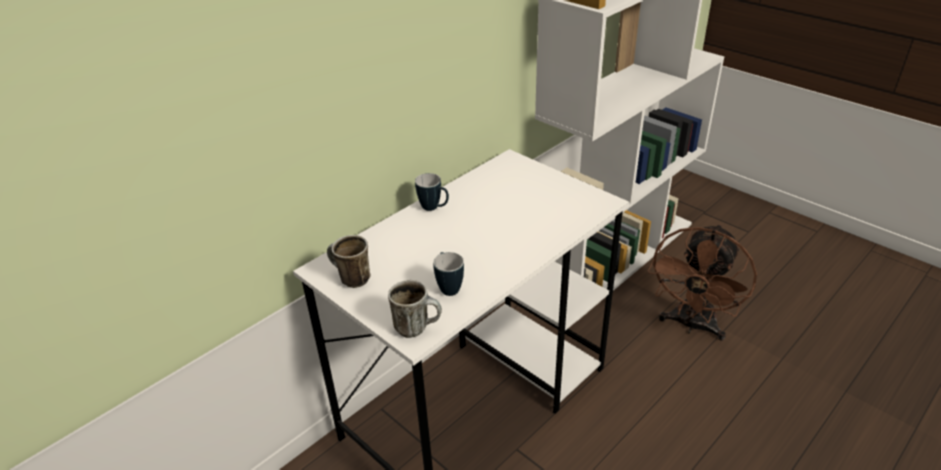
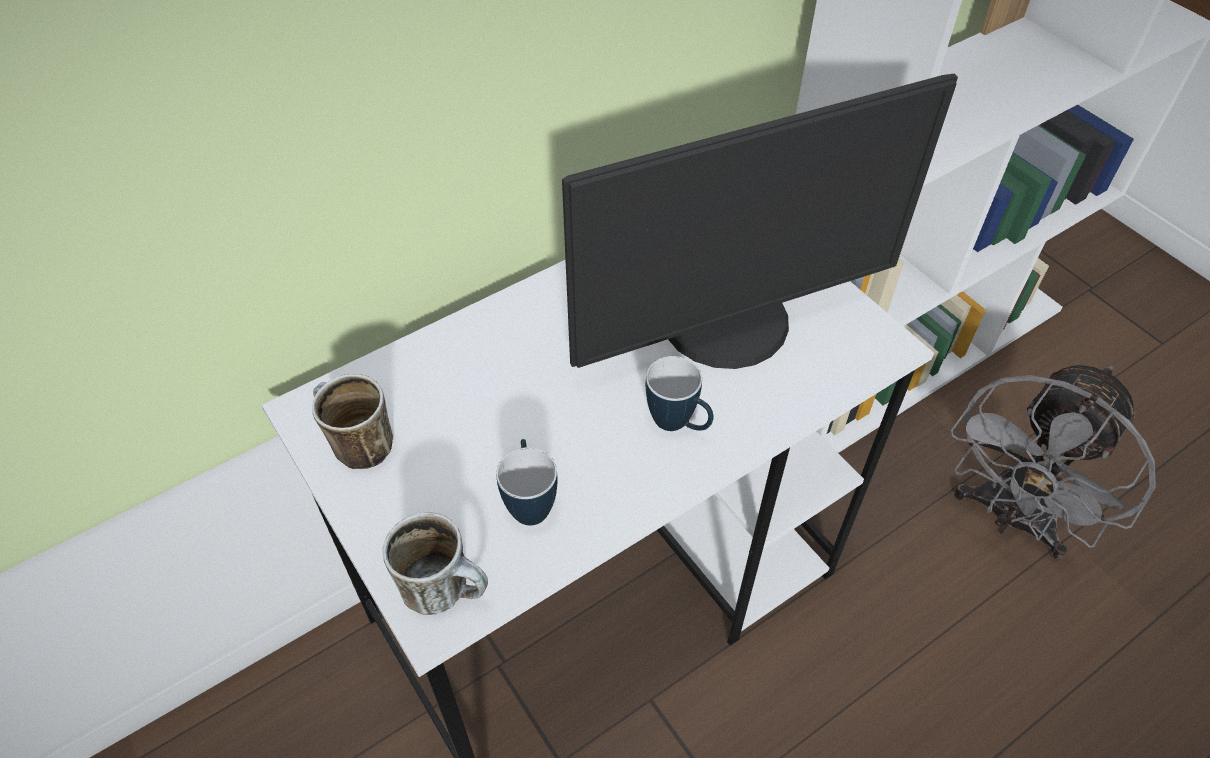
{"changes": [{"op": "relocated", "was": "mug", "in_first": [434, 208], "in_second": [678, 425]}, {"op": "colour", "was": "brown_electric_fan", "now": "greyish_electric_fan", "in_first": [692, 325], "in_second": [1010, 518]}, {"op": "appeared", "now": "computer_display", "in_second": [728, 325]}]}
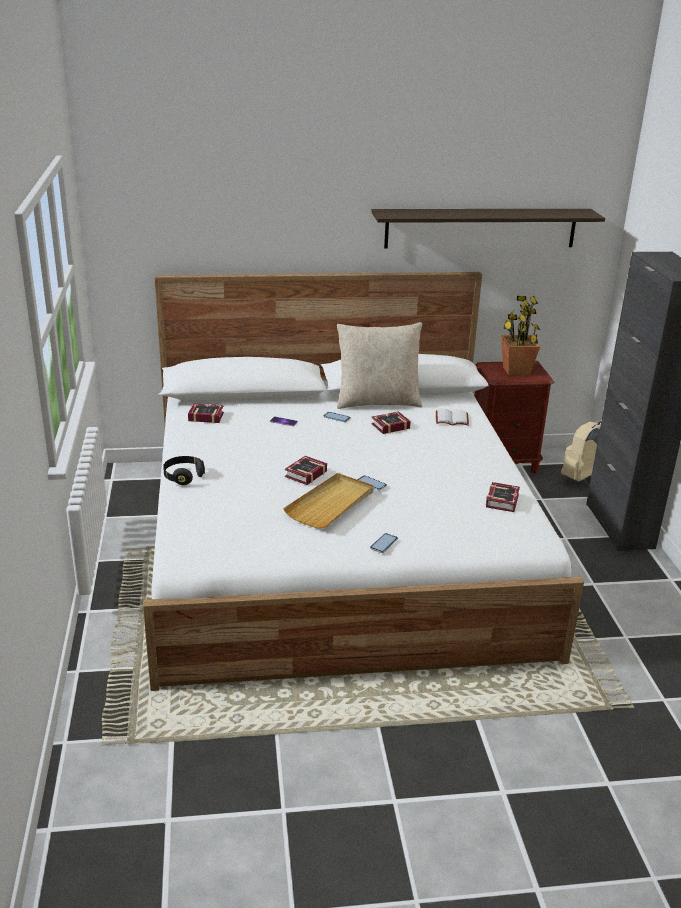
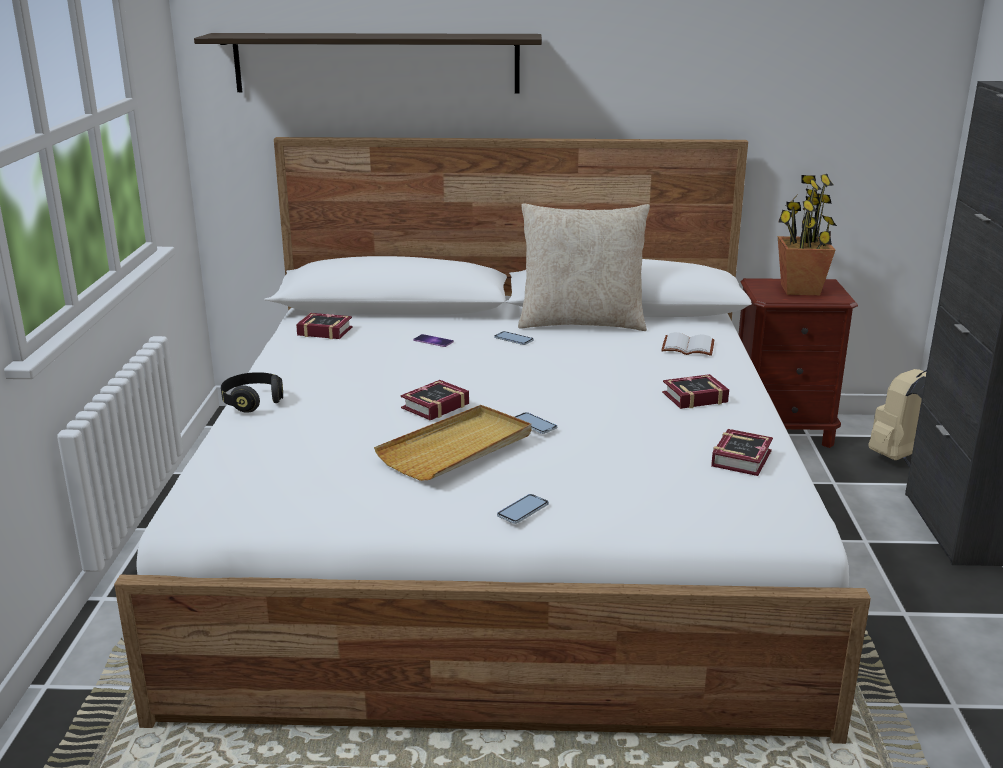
{"changes": [{"op": "relocated", "was": "shelf", "in_first": [481, 228], "in_second": [376, 63]}, {"op": "relocated", "was": "bound_book", "in_first": [388, 426], "in_second": [691, 397]}]}
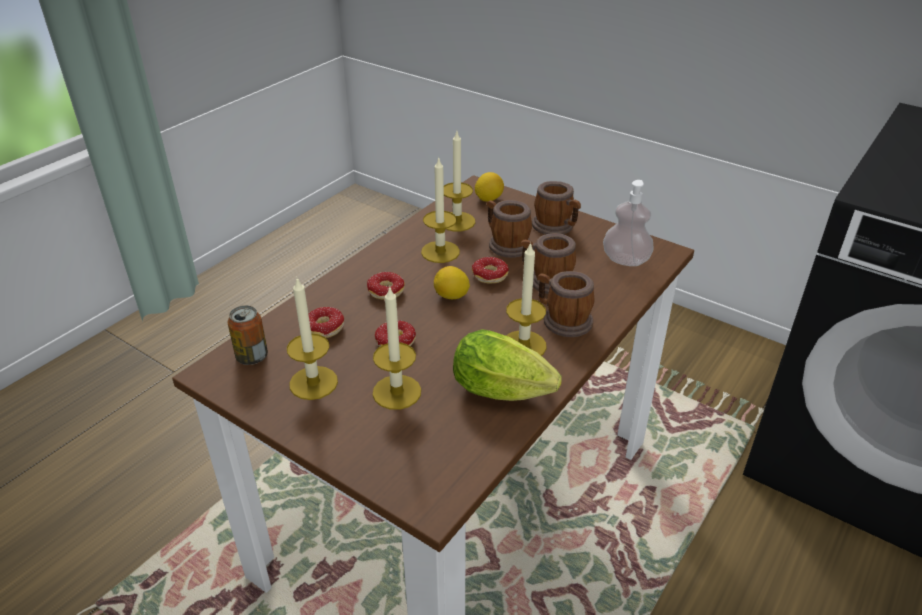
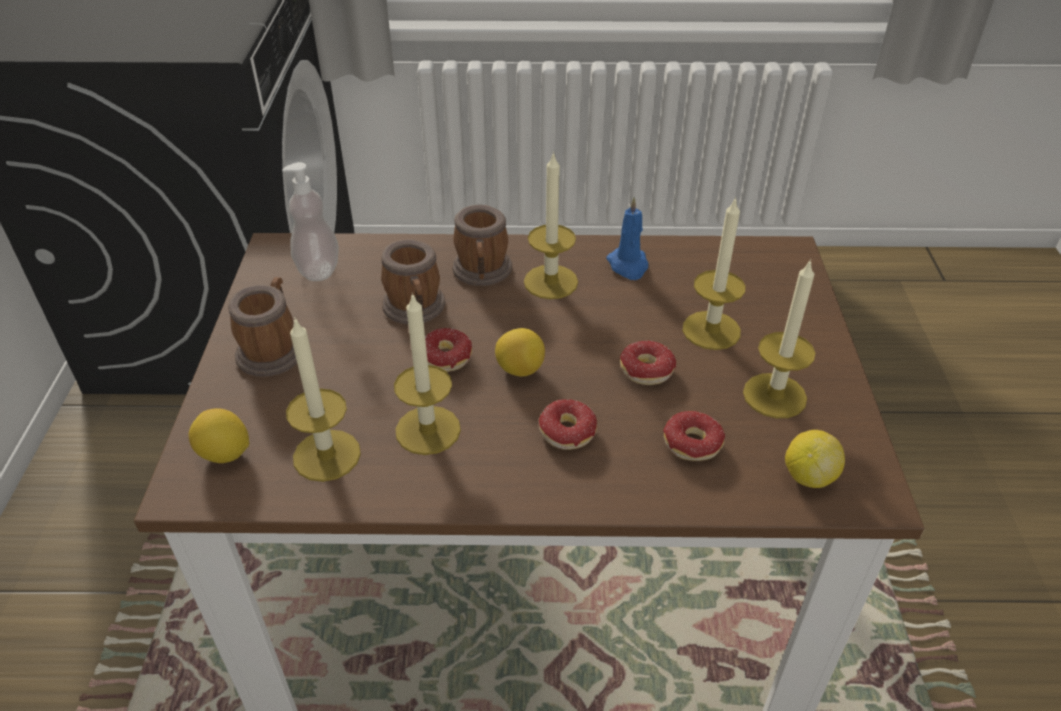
{"changes": [{"op": "missing", "was": "mug", "in_first": [506, 244]}, {"op": "exchanged", "was": "sealed_can", "now": "citrus_fruit", "in_first": [252, 357], "in_second": [808, 476]}, {"op": "exchanged", "was": "head_of_lettuce", "now": "blue-coloured_candle", "in_first": [507, 392], "in_second": [628, 266]}]}
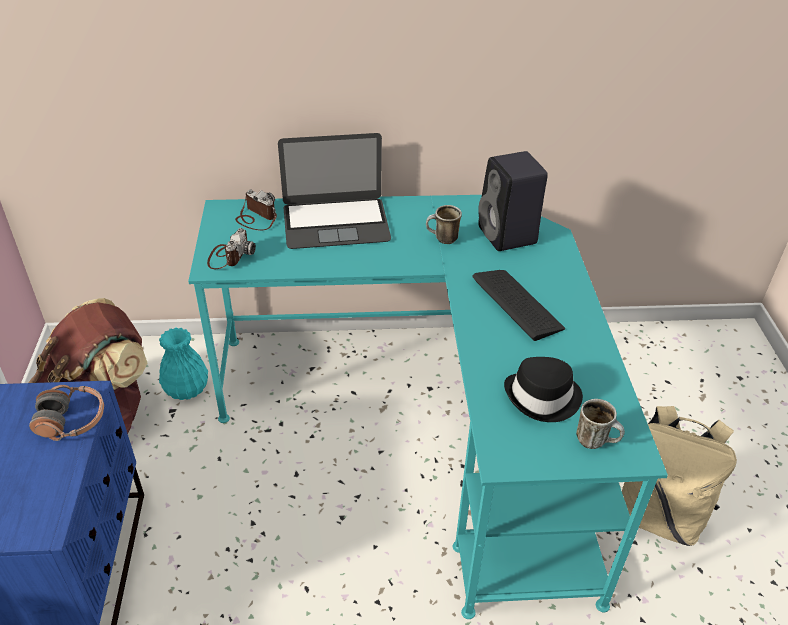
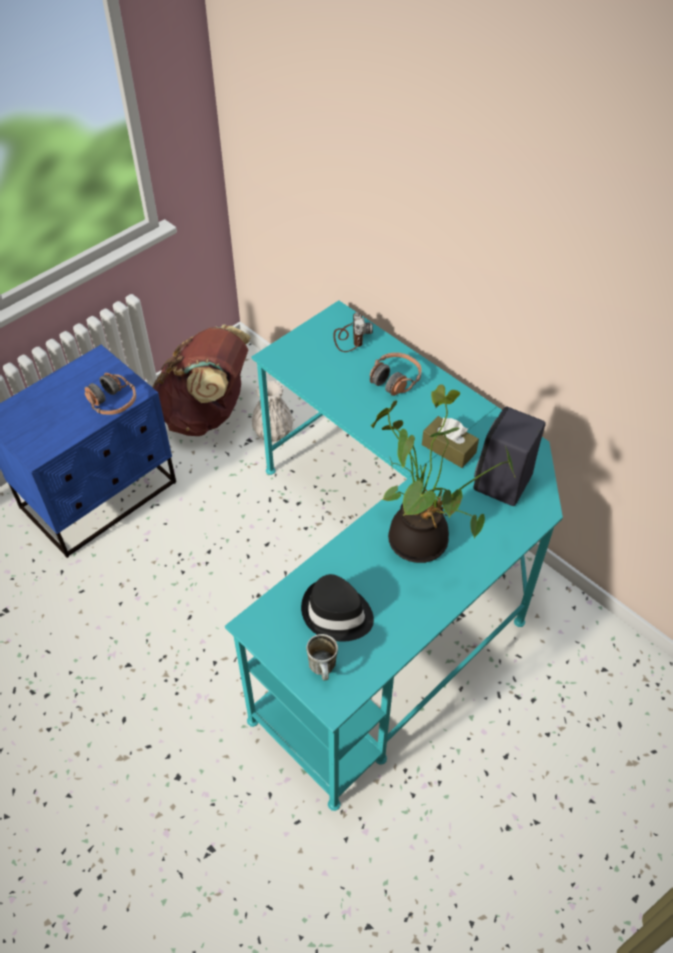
{"changes": [{"op": "exchanged", "was": "notebook_computer", "now": "headphones", "in_first": [336, 223], "in_second": [395, 379]}, {"op": "exchanged", "was": "mug", "now": "brown_tissue_holder", "in_first": [442, 239], "in_second": [448, 448]}, {"op": "missing", "was": "still_camera", "in_first": [229, 256]}, {"op": "exchanged", "was": "PC_keyboard", "now": "potted_plant", "in_first": [517, 304], "in_second": [423, 539]}, {"op": "colour", "was": "turquoise-coloured_flower_vase", "now": "white-coloured_flower_vase", "in_first": [187, 389], "in_second": [273, 432]}, {"op": "missing", "was": "beige_knapsack", "in_first": [658, 514]}]}
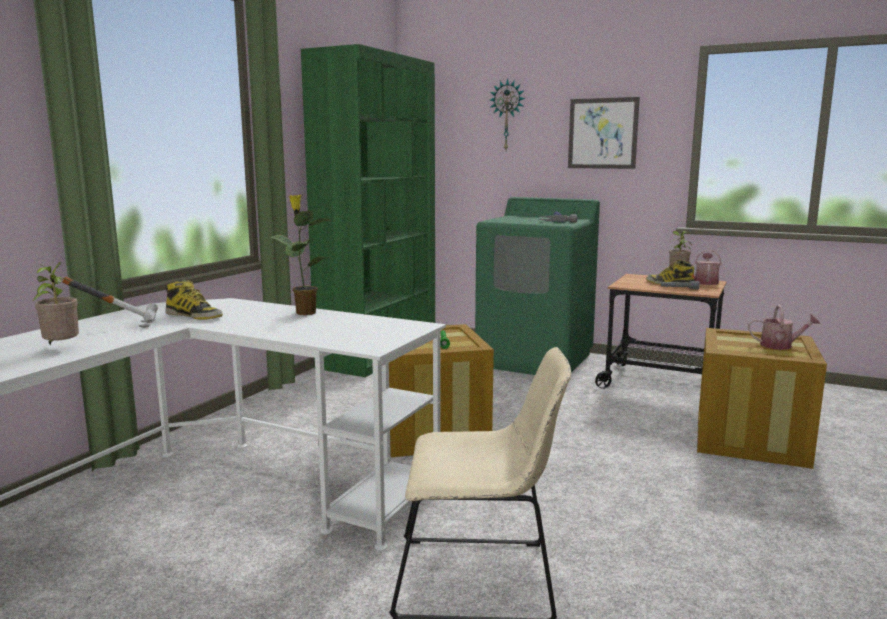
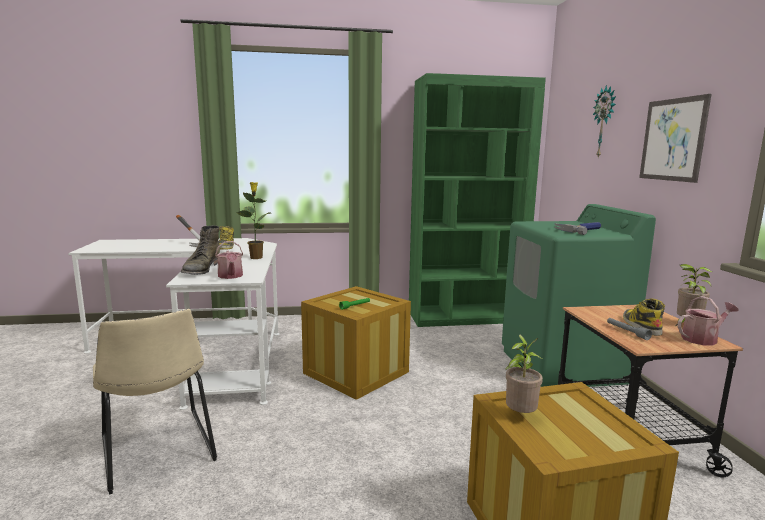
{"changes": [{"op": "relocated", "was": "potted_plant", "in_first": [61, 348], "in_second": [520, 415]}, {"op": "relocated", "was": "watering_can", "in_first": [780, 346], "in_second": [231, 276]}, {"op": "appeared", "now": "greenish_high-top_boot", "in_second": [201, 269]}]}
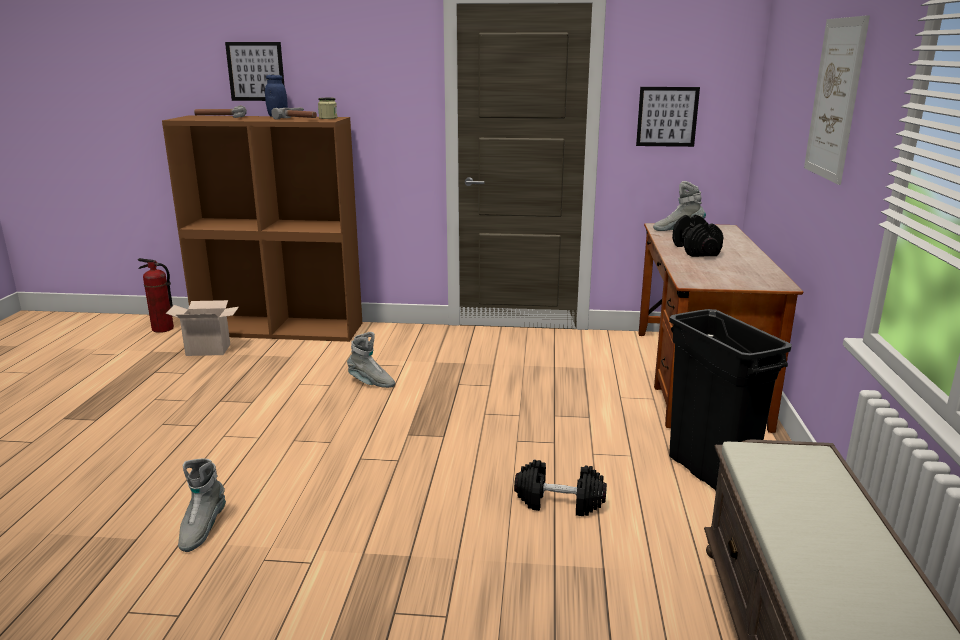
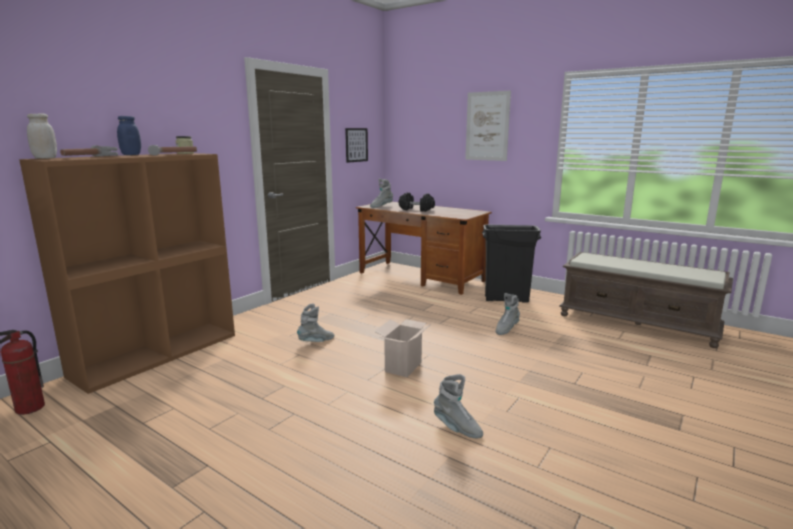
{"changes": [{"op": "missing", "was": "wall_art", "in_first": [256, 71]}, {"op": "relocated", "was": "cardboard_box", "in_first": [210, 349], "in_second": [403, 366]}, {"op": "exchanged", "was": "black-coloured_hand_weight", "now": "greyish_high-top_boot", "in_first": [559, 502], "in_second": [506, 329]}, {"op": "appeared", "now": "white-coloured_storage_jar", "in_second": [45, 158]}]}
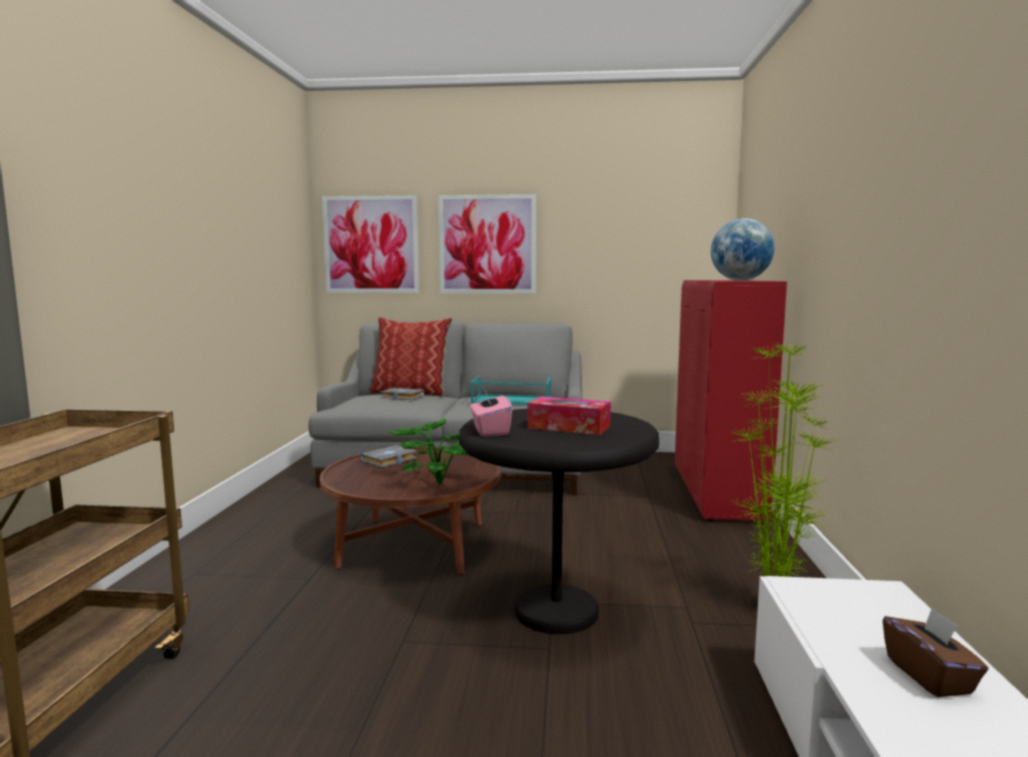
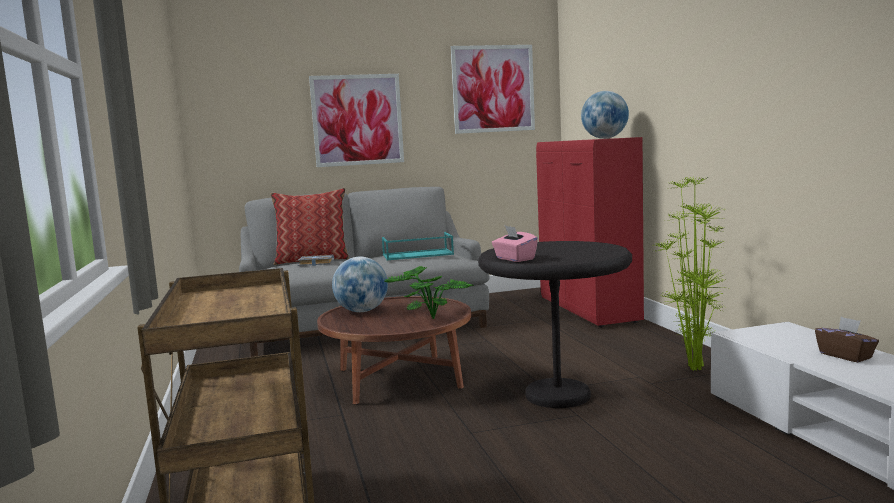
{"changes": [{"op": "relocated", "was": "wall_art", "in_first": [371, 245], "in_second": [493, 89]}, {"op": "missing", "was": "tissue_holder", "in_first": [569, 427]}, {"op": "exchanged", "was": "greyish_bound_book", "now": "globe", "in_first": [388, 461], "in_second": [362, 311]}]}
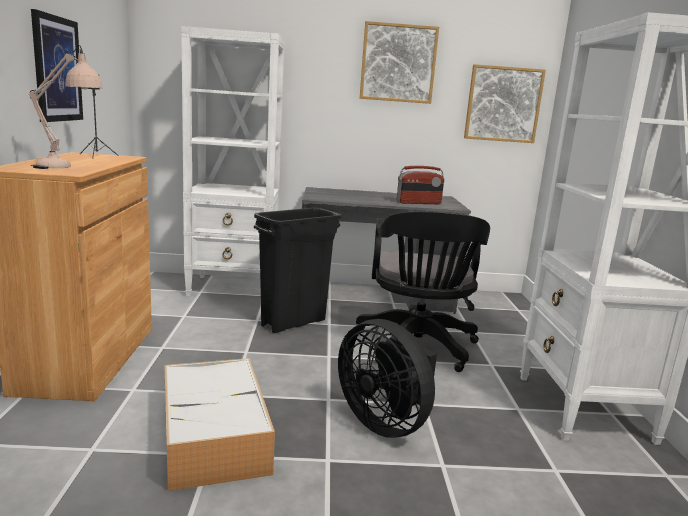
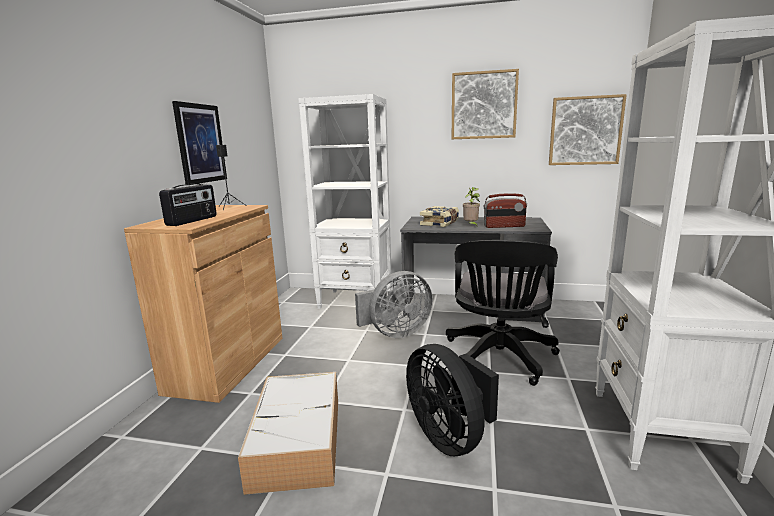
{"changes": [{"op": "exchanged", "was": "beige_tabletop_lamp", "now": "radio_receiver", "in_first": [69, 167], "in_second": [193, 221]}, {"op": "exchanged", "was": "black-coloured_trash_can", "now": "greyish_electric_fan", "in_first": [294, 323], "in_second": [395, 333]}, {"op": "appeared", "now": "potted_plant", "in_second": [471, 225]}, {"op": "appeared", "now": "bound_book", "in_second": [440, 223]}]}
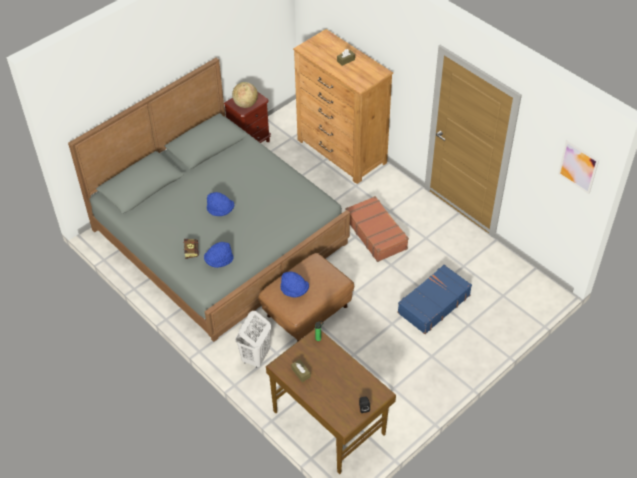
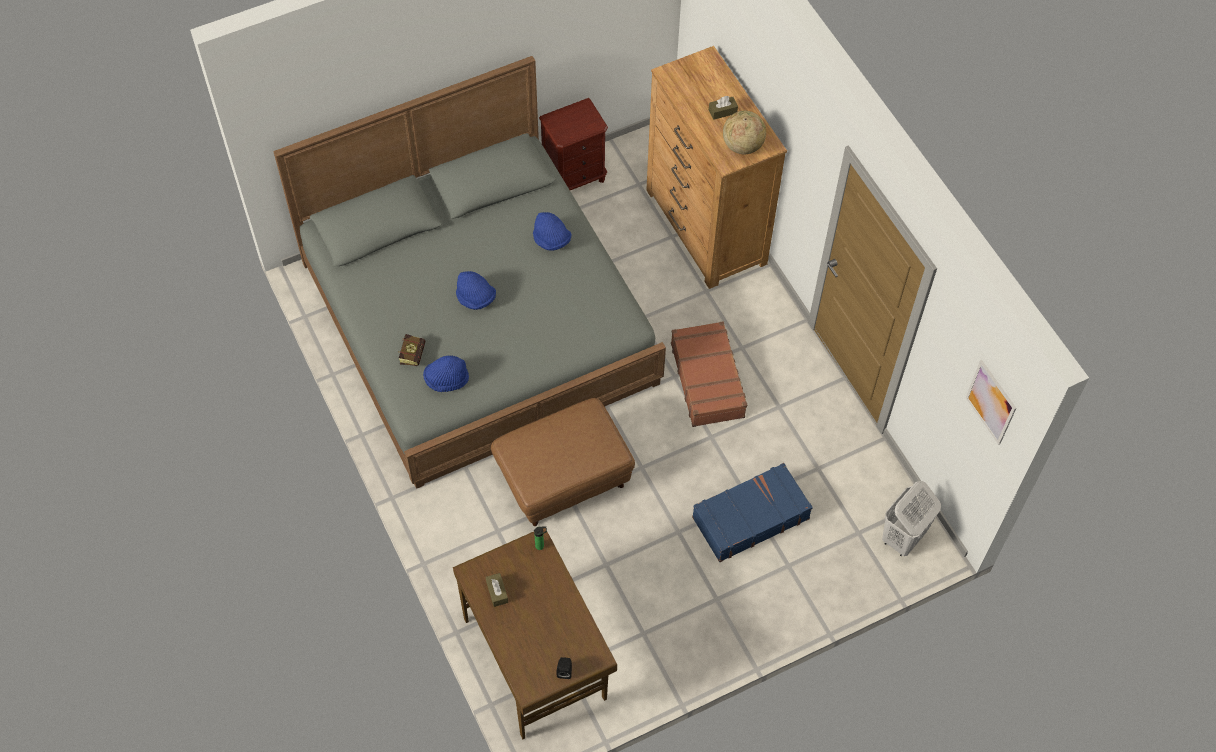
{"changes": [{"op": "relocated", "was": "globe", "in_first": [245, 104], "in_second": [742, 145]}, {"op": "relocated", "was": "blue-coloured_wearable_hat", "in_first": [294, 290], "in_second": [551, 240]}, {"op": "relocated", "was": "white-coloured_laundry_basket", "in_first": [255, 357], "in_second": [902, 538]}]}
